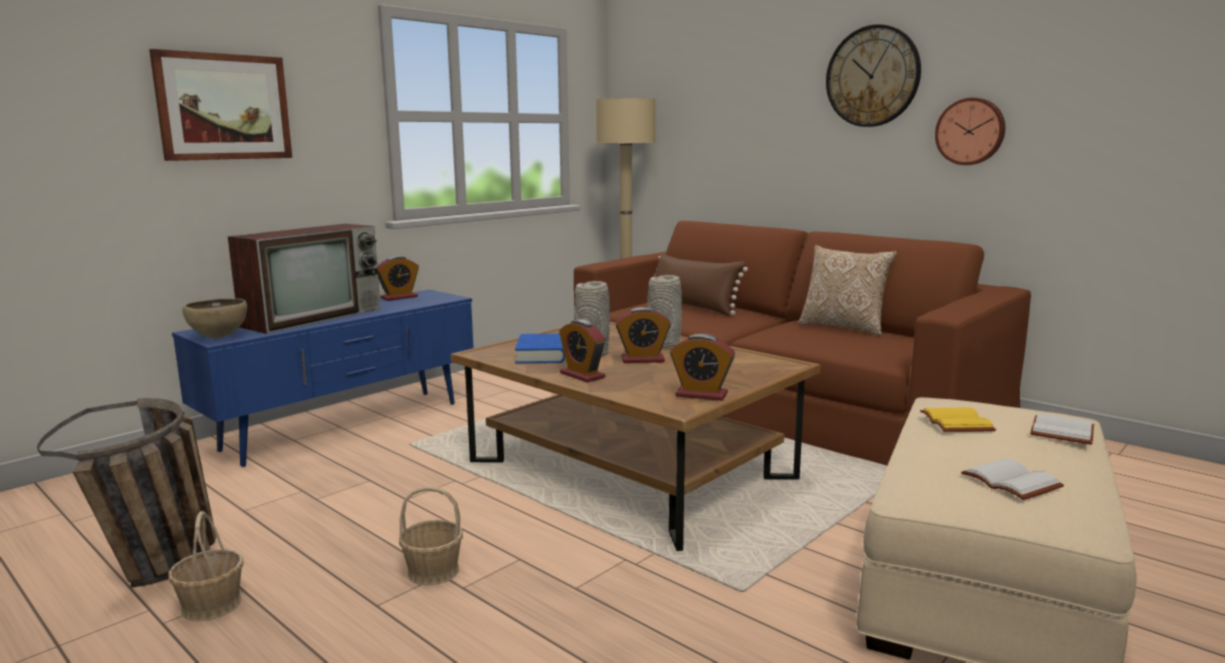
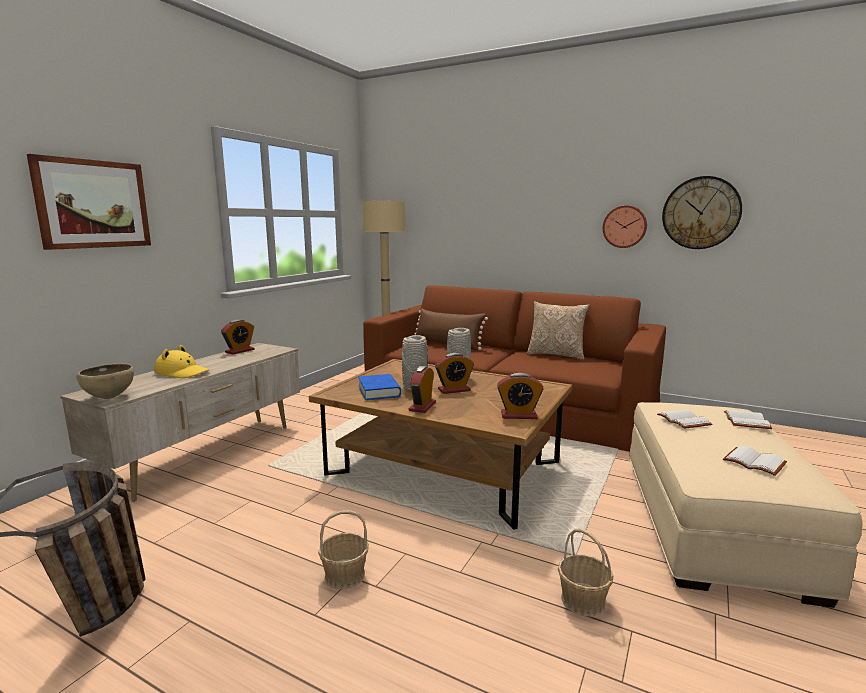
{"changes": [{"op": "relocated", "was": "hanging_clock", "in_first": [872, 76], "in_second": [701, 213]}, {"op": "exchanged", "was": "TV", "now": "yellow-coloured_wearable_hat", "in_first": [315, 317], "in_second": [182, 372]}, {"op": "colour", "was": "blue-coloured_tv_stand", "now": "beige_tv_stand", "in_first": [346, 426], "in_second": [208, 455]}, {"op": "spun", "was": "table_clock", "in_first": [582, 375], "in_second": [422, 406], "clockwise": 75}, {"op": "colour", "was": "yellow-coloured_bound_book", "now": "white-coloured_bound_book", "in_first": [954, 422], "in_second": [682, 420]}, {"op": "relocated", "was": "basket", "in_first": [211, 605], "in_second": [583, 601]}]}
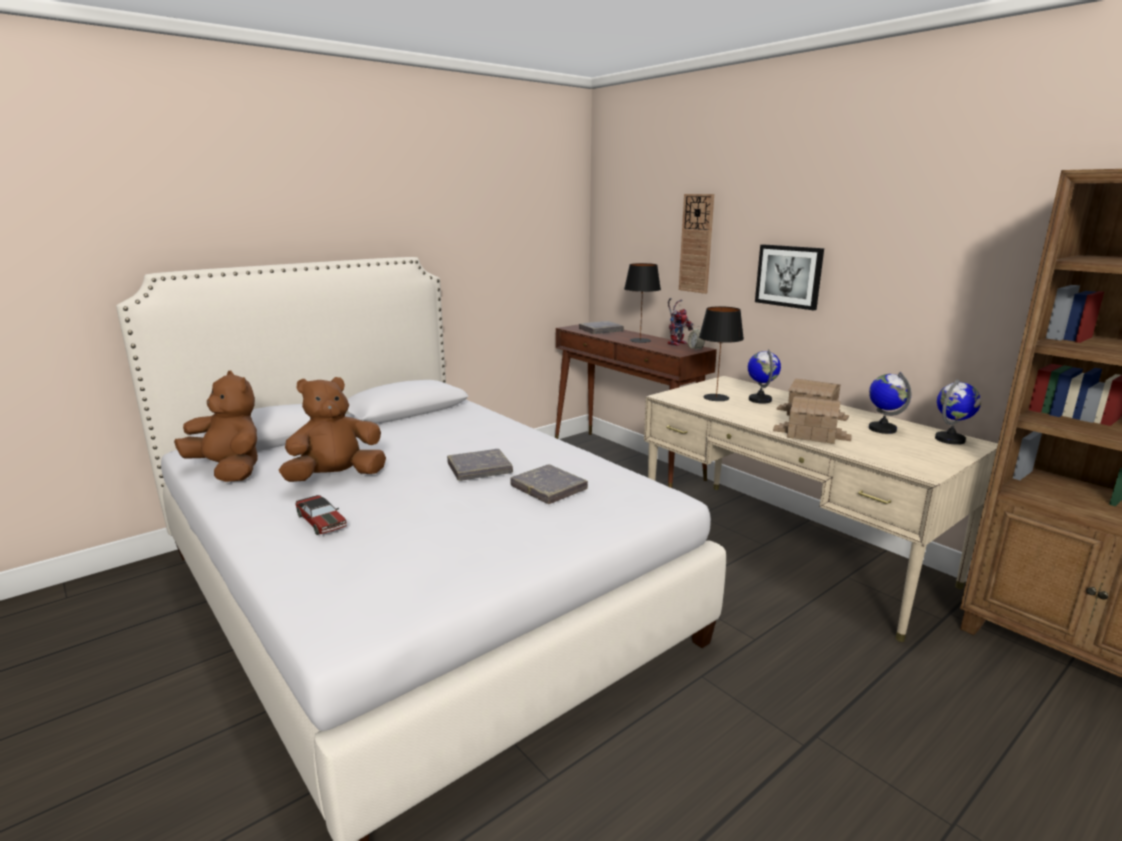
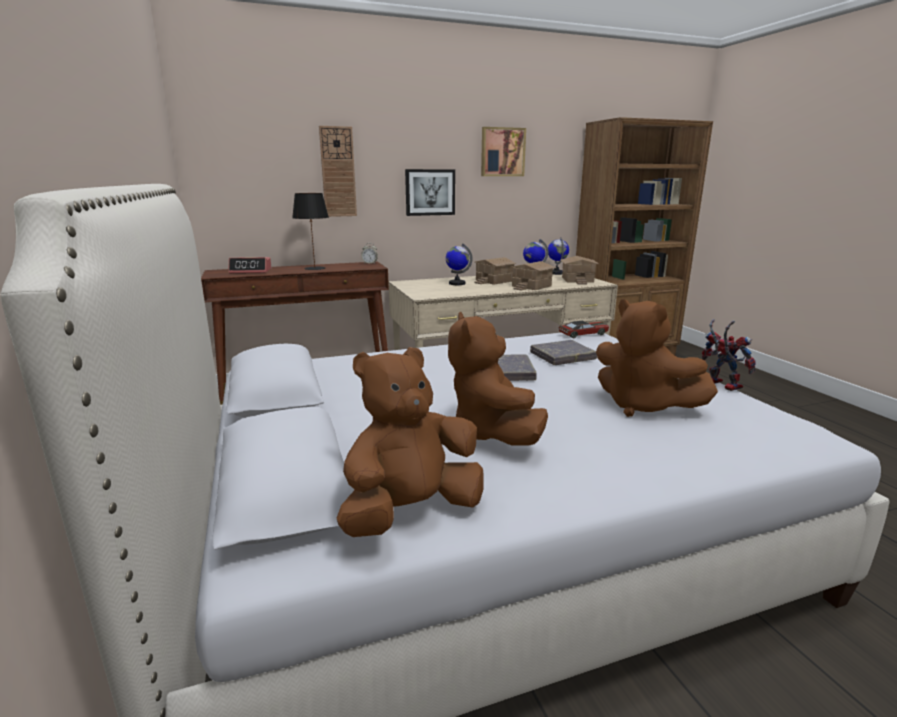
{"changes": [{"op": "relocated", "was": "robot_figure", "in_first": [676, 343], "in_second": [719, 384]}, {"op": "missing", "was": "black-coloured_tabletop_lamp", "in_first": [716, 398]}, {"op": "exchanged", "was": "greyish_bound_book", "now": "table_clock", "in_first": [601, 330], "in_second": [251, 271]}, {"op": "relocated", "was": "miniature_car", "in_first": [321, 522], "in_second": [583, 334]}, {"op": "appeared", "now": "wall_art", "in_second": [502, 152]}, {"op": "appeared", "now": "miniature_house", "in_second": [576, 280]}, {"op": "appeared", "now": "brown_cuddly_toy", "in_second": [642, 406]}]}
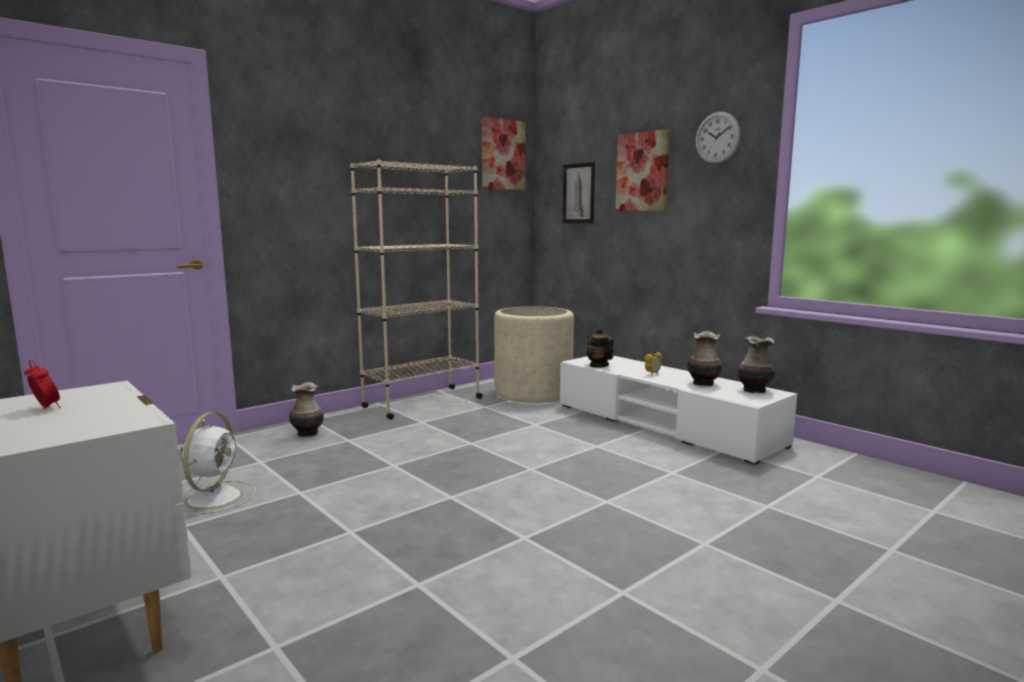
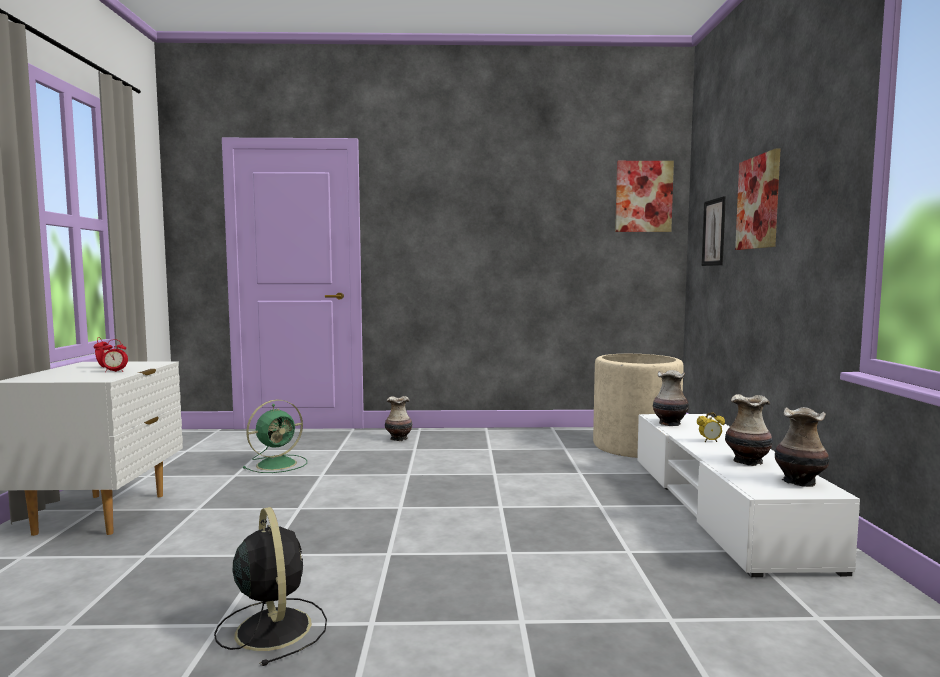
{"changes": [{"op": "missing", "was": "hanging_clock", "in_first": [717, 137]}, {"op": "missing", "was": "beige_bookshelf", "in_first": [422, 403]}, {"op": "exchanged", "was": "teapot", "now": "flower_vase", "in_first": [599, 365], "in_second": [669, 423]}, {"op": "colour", "was": "white-coloured_electric_fan", "now": "greenish_electric_fan", "in_first": [215, 497], "in_second": [278, 464]}, {"op": "appeared", "now": "table_clock", "in_second": [115, 371]}, {"op": "appeared", "now": "black-coloured_electric_fan", "in_second": [272, 627]}]}
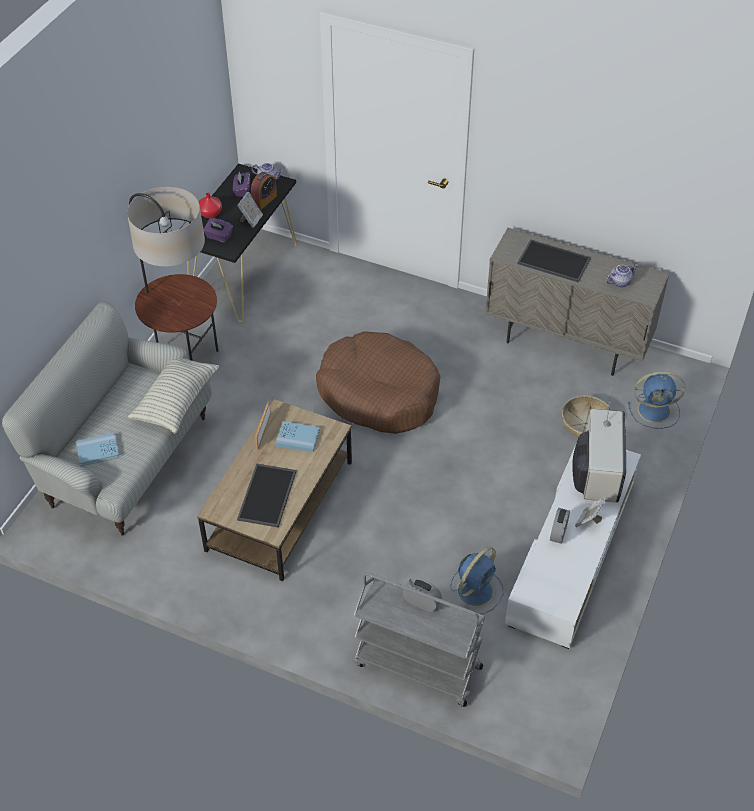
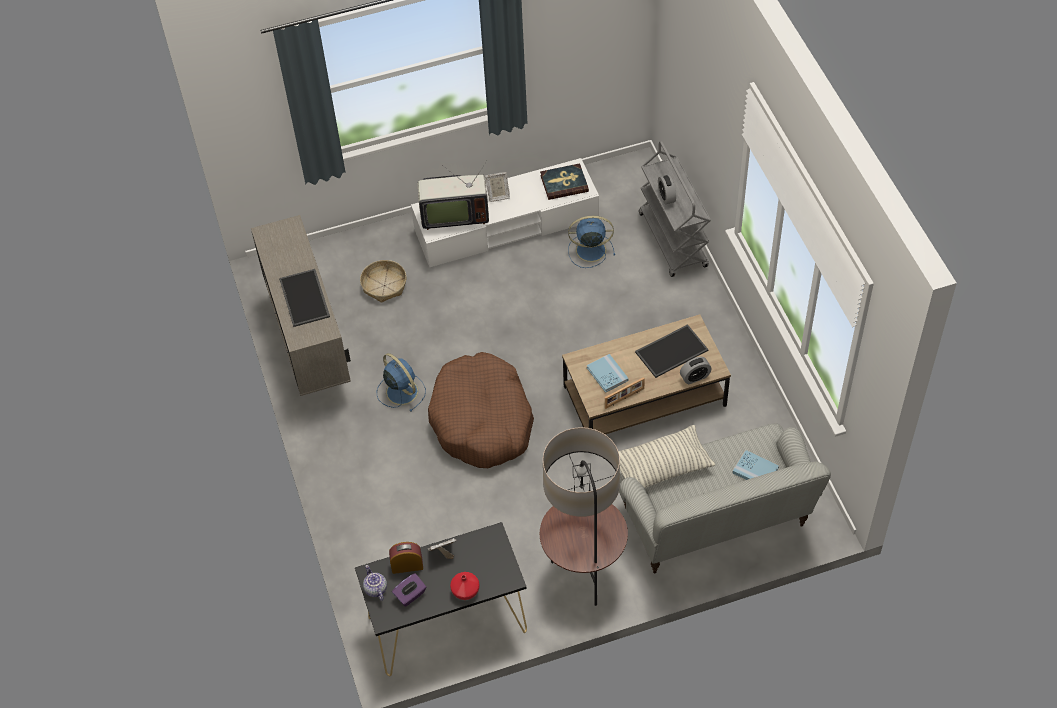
{"changes": [{"op": "missing", "was": "purple-coloured_tissue_holder", "in_first": [218, 236]}, {"op": "missing", "was": "teapot", "in_first": [620, 281]}, {"op": "relocated", "was": "blue-coloured_electric_fan", "in_first": [656, 410], "in_second": [401, 391]}, {"op": "spun", "was": "TV", "in_first": [596, 474], "in_second": [453, 215], "clockwise": -150}, {"op": "relocated", "was": "table_clock", "in_first": [558, 533], "in_second": [695, 377]}, {"op": "appeared", "now": "bound_book", "in_second": [564, 183]}]}
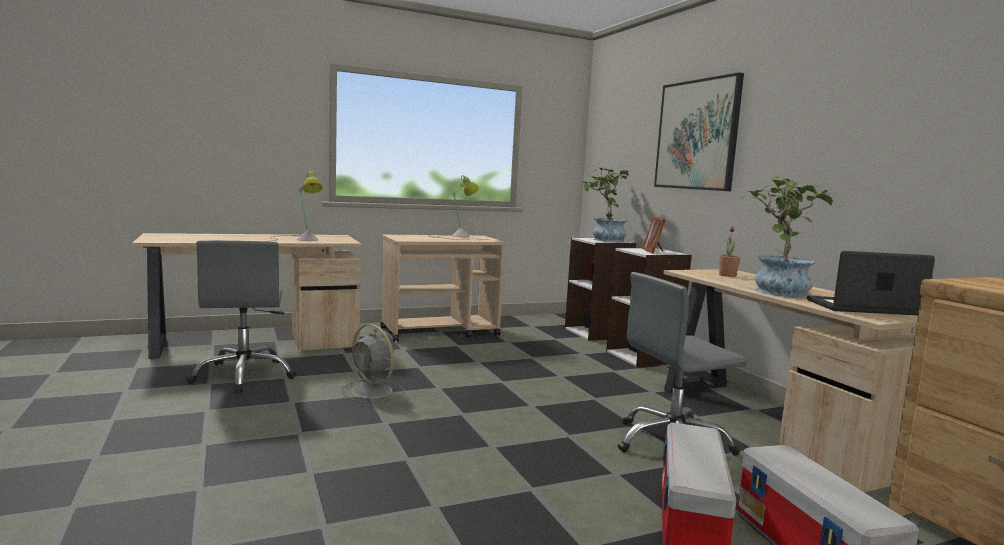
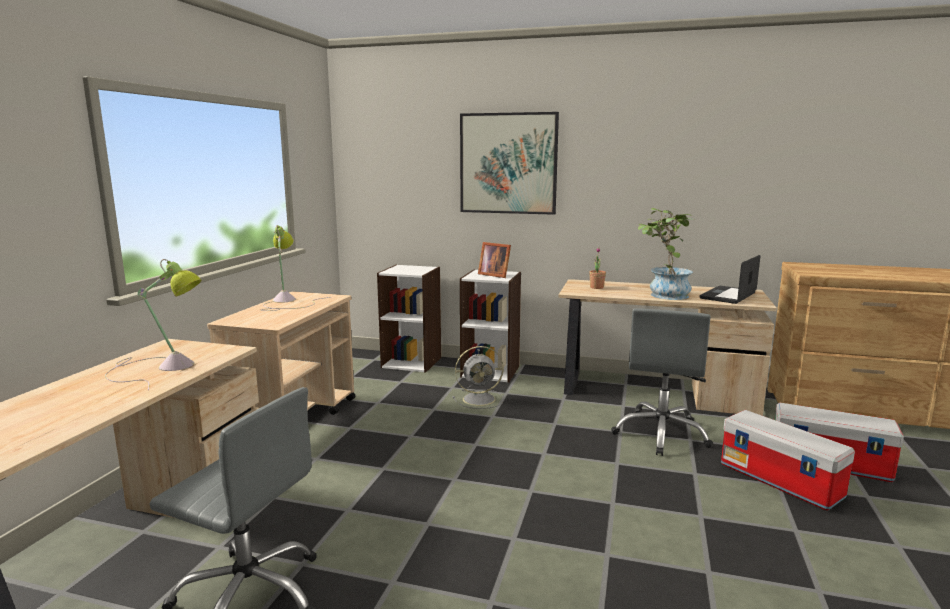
{"changes": [{"op": "missing", "was": "potted_plant", "in_first": [603, 240]}, {"op": "relocated", "was": "greyish_electric_fan", "in_first": [373, 391], "in_second": [480, 399]}]}
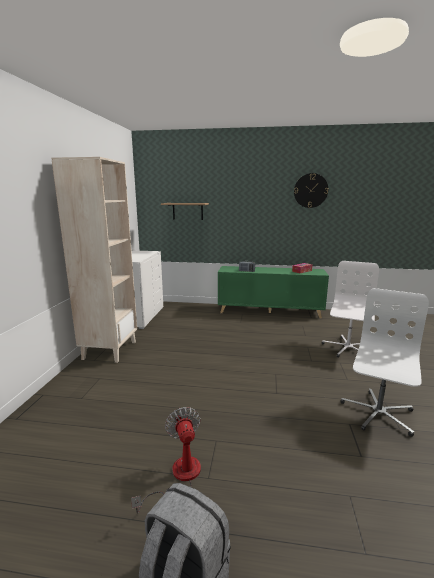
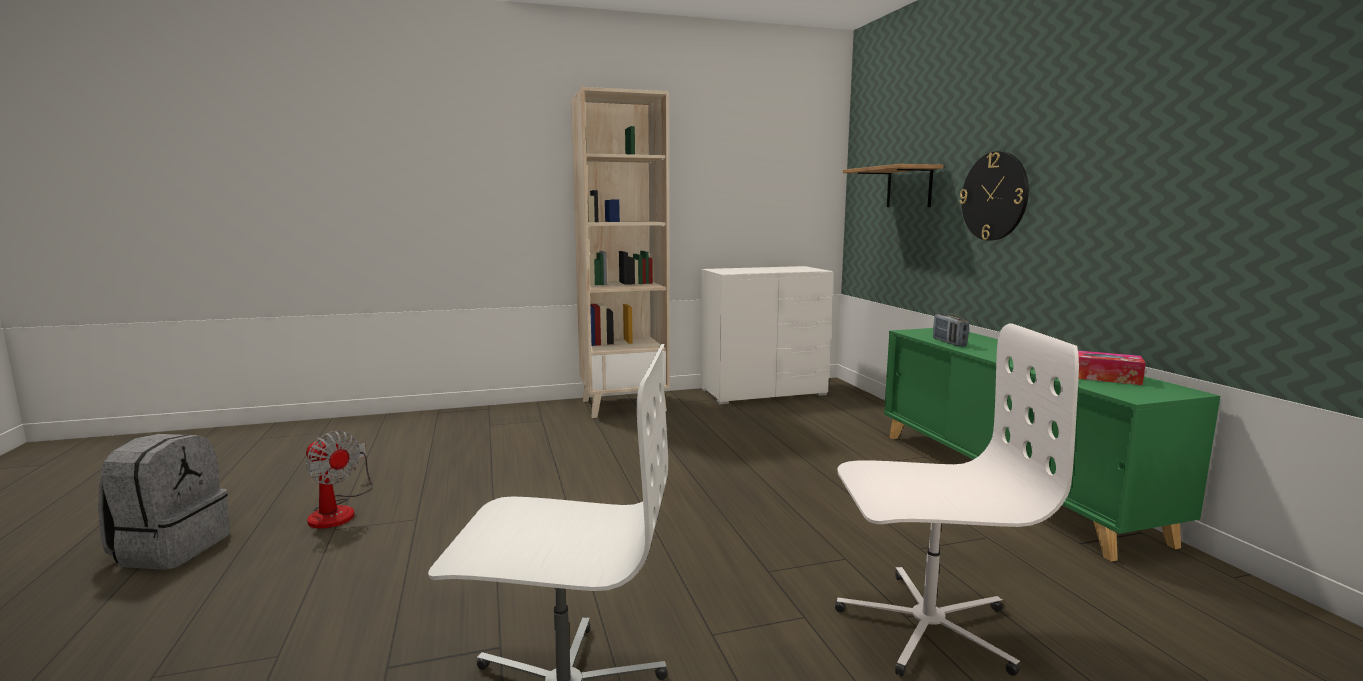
{"changes": [{"op": "relocated", "was": "hanging_clock", "in_first": [310, 190], "in_second": [994, 196]}, {"op": "spun", "was": "electric_fan", "in_first": [179, 477], "in_second": [338, 511], "clockwise": 75}]}
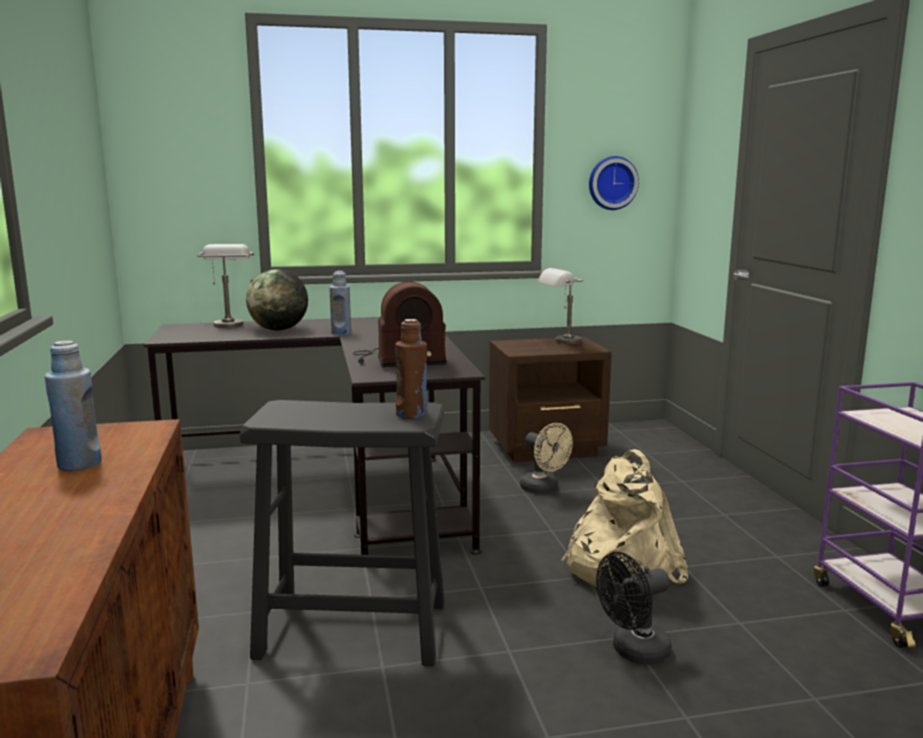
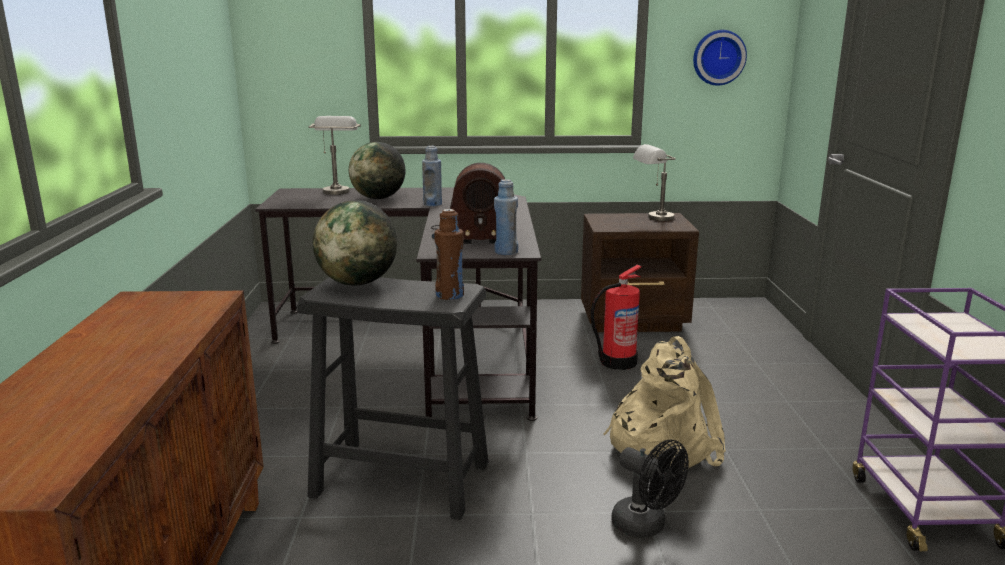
{"changes": [{"op": "relocated", "was": "blue-coloured_bottle", "in_first": [79, 464], "in_second": [506, 252]}, {"op": "exchanged", "was": "beige_electric_fan", "now": "fire_extinguisher", "in_first": [544, 489], "in_second": [617, 362]}, {"op": "spun", "was": "black-coloured_electric_fan", "in_first": [633, 652], "in_second": [646, 526], "clockwise": -120}, {"op": "appeared", "now": "globe", "in_second": [357, 283]}]}
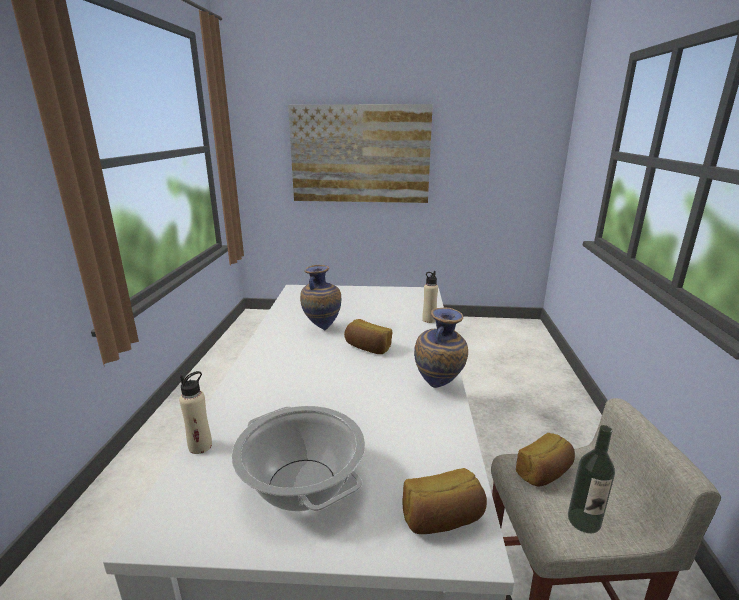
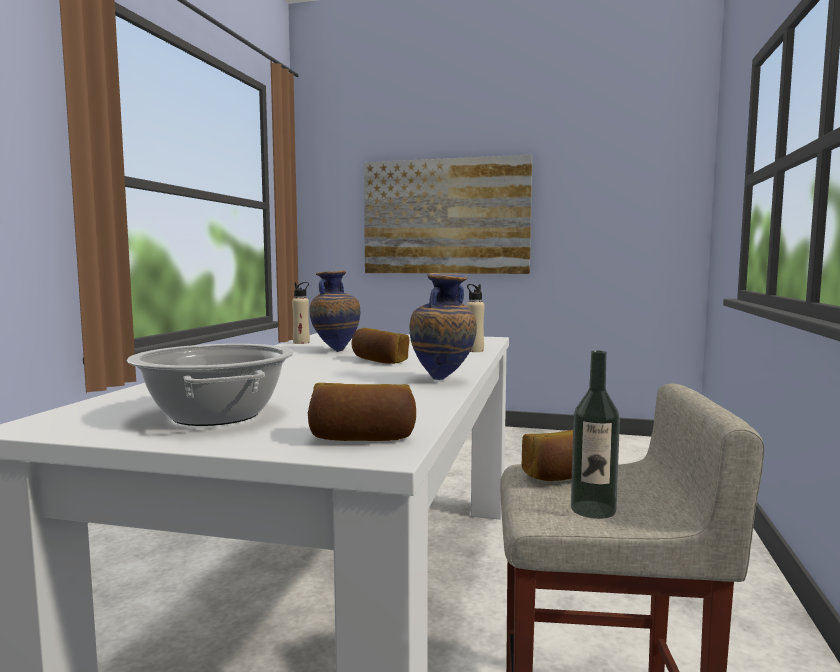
{"changes": [{"op": "relocated", "was": "beige_bottle", "in_first": [200, 446], "in_second": [301, 342]}]}
